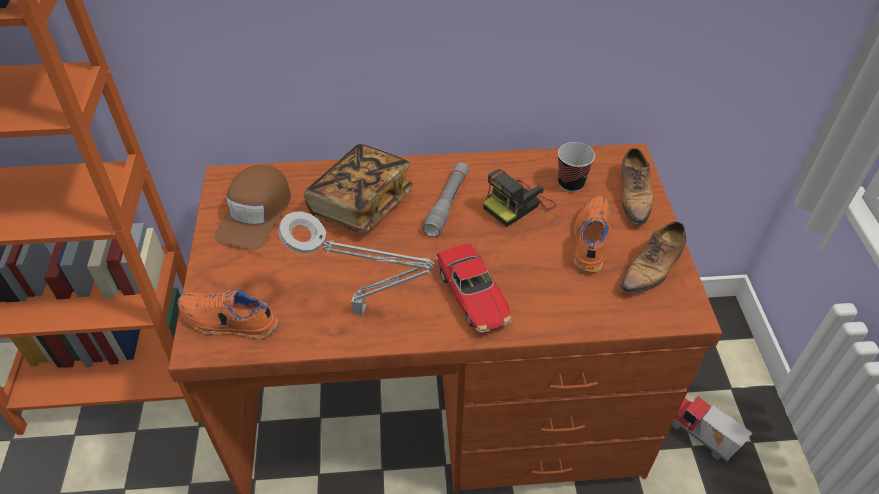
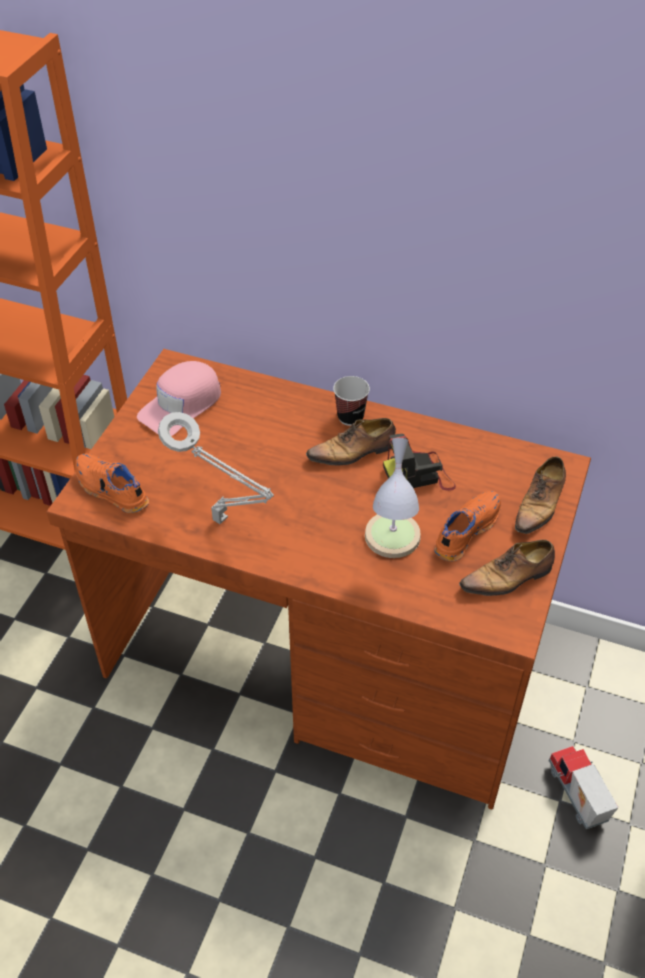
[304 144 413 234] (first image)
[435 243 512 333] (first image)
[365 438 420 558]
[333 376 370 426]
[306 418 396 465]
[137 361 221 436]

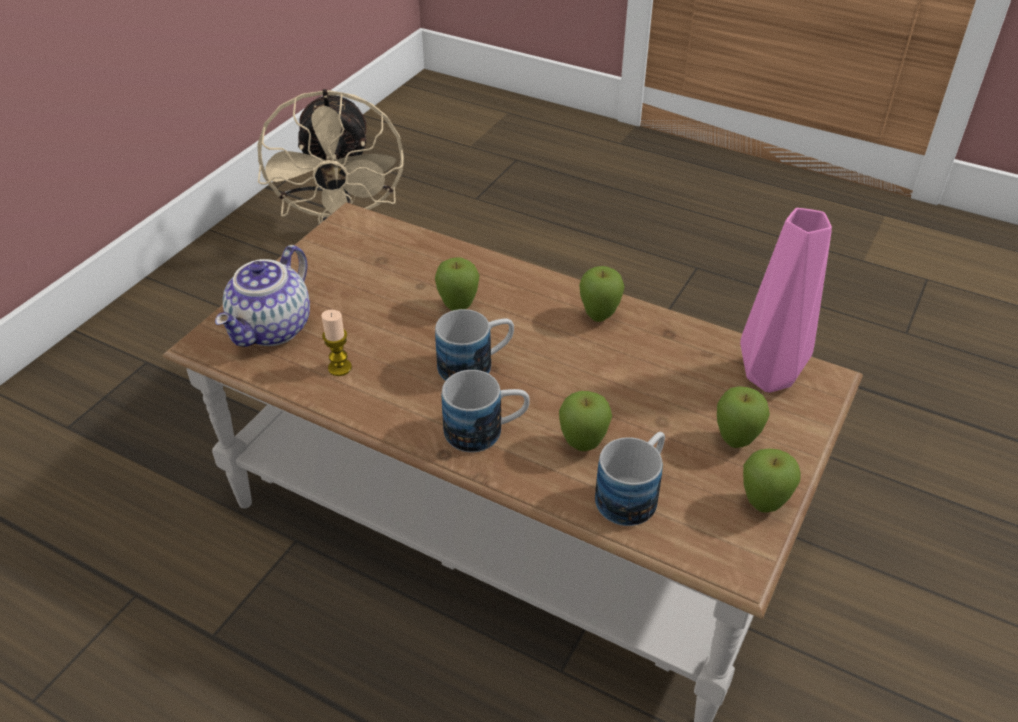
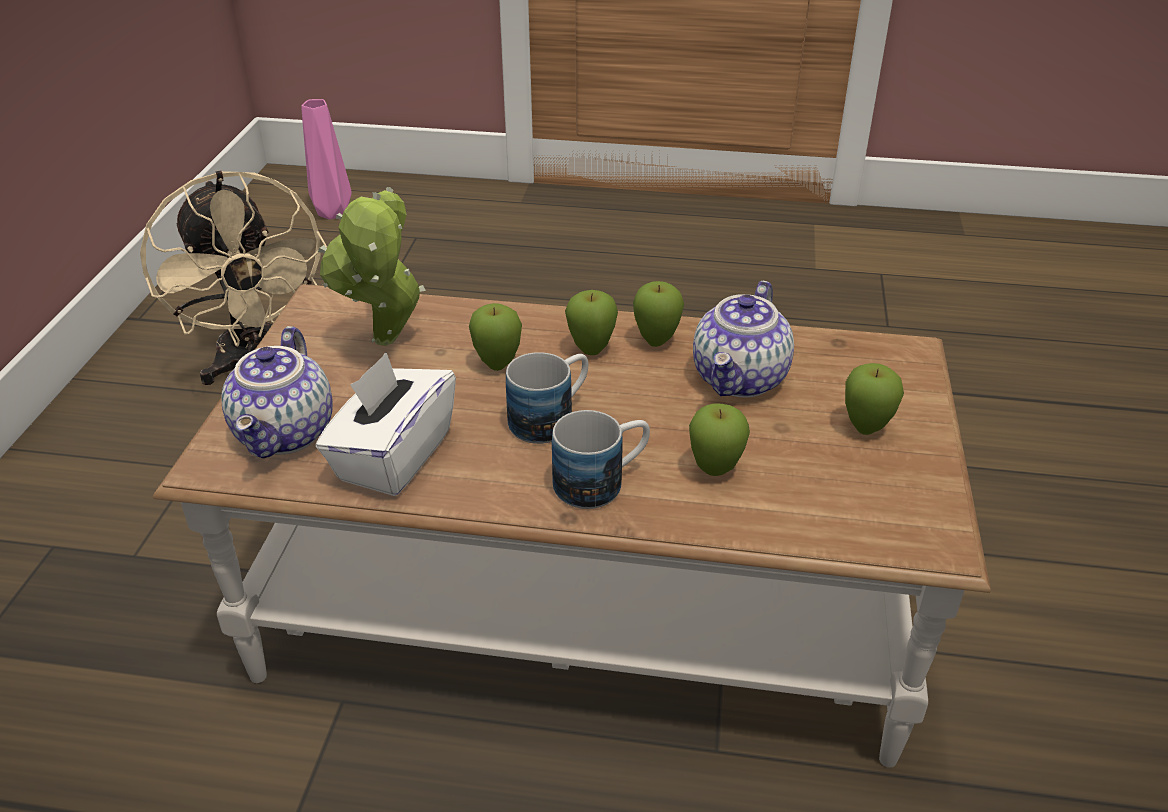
[595 432 665 526] (first image)
[318 187 426 346]
[693 281 794 398]
[301 99 352 219]
[565 290 618 355]
[316 352 456 496]

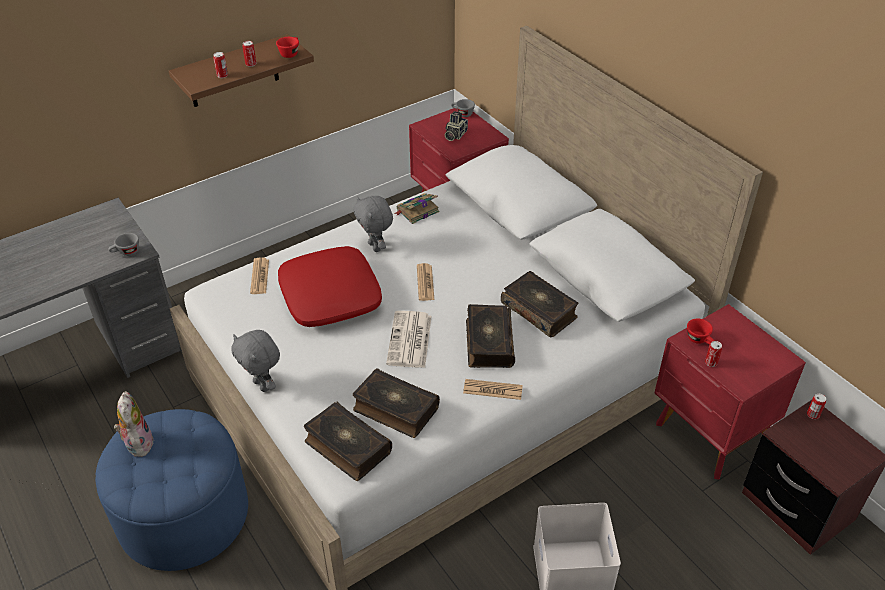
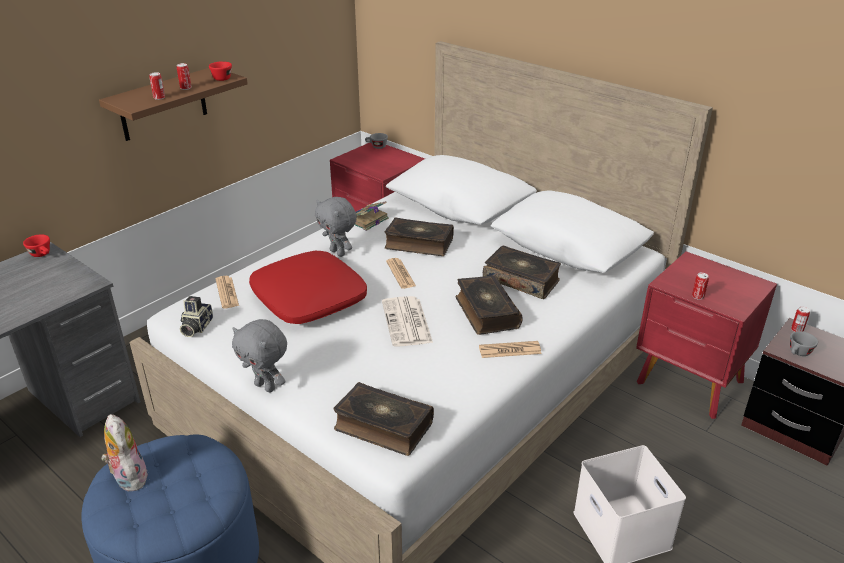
[790 331 818 356]
[384 217 454 256]
[180 296 213 337]
[23 234 50 257]

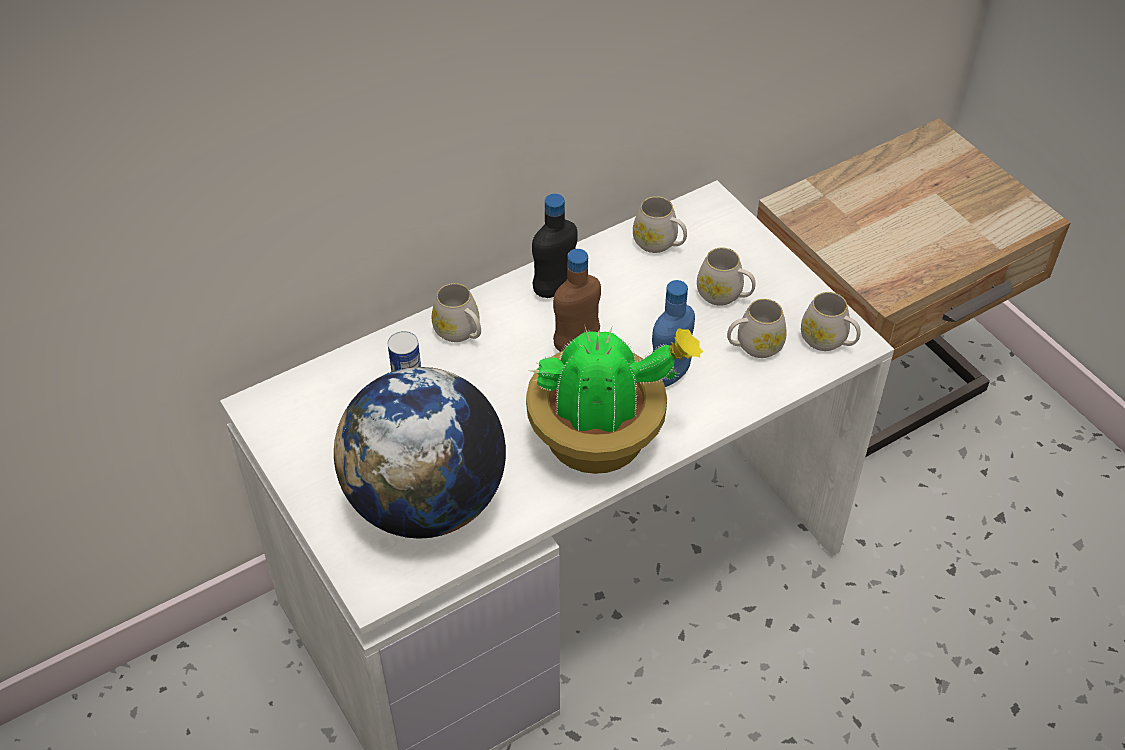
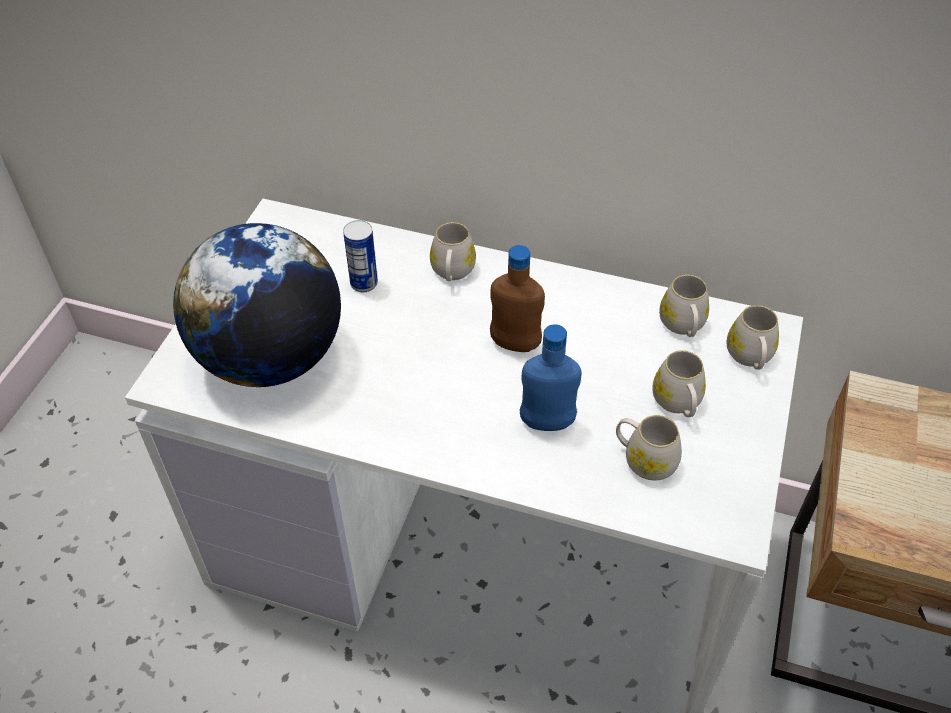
[526 324 703 474] (first image)
[532 194 578 298] (first image)
[727 305 779 370]

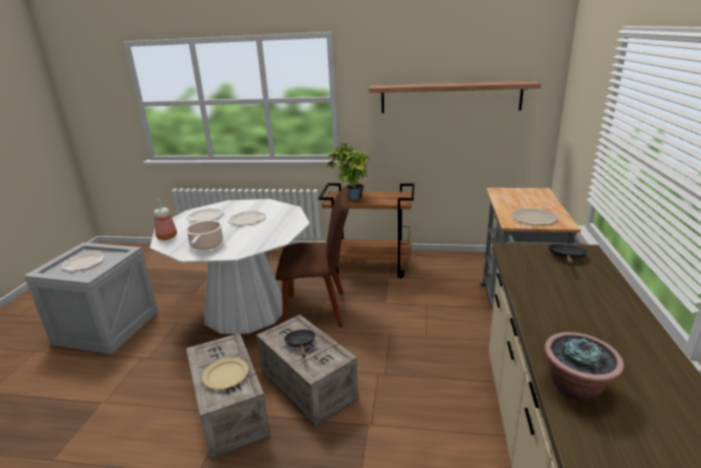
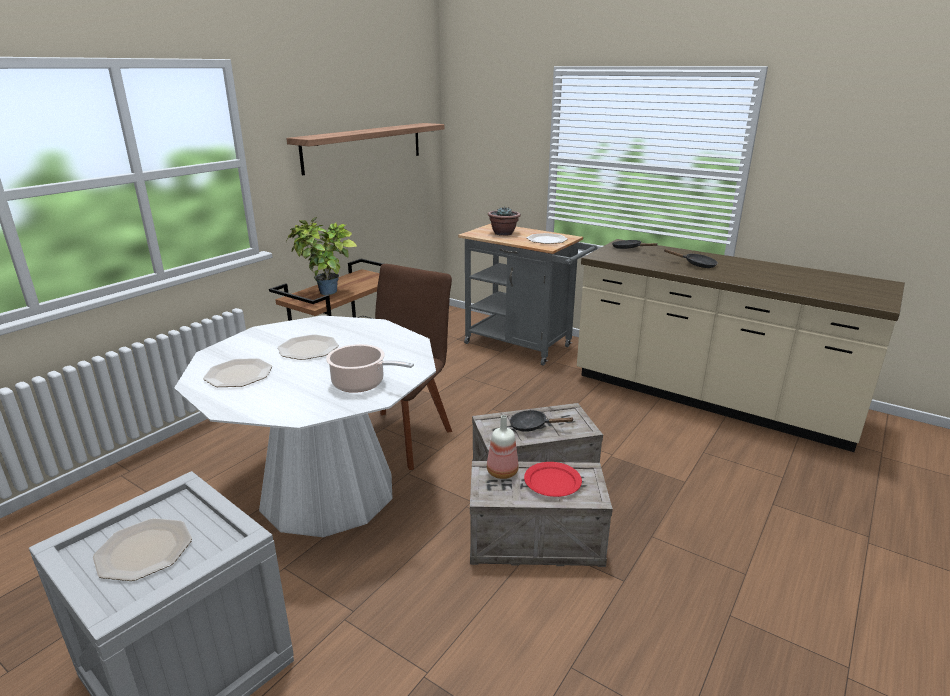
[663 249 718 268]
[487 415 518 479]
[488 207 521 236]
[524 462 582 497]

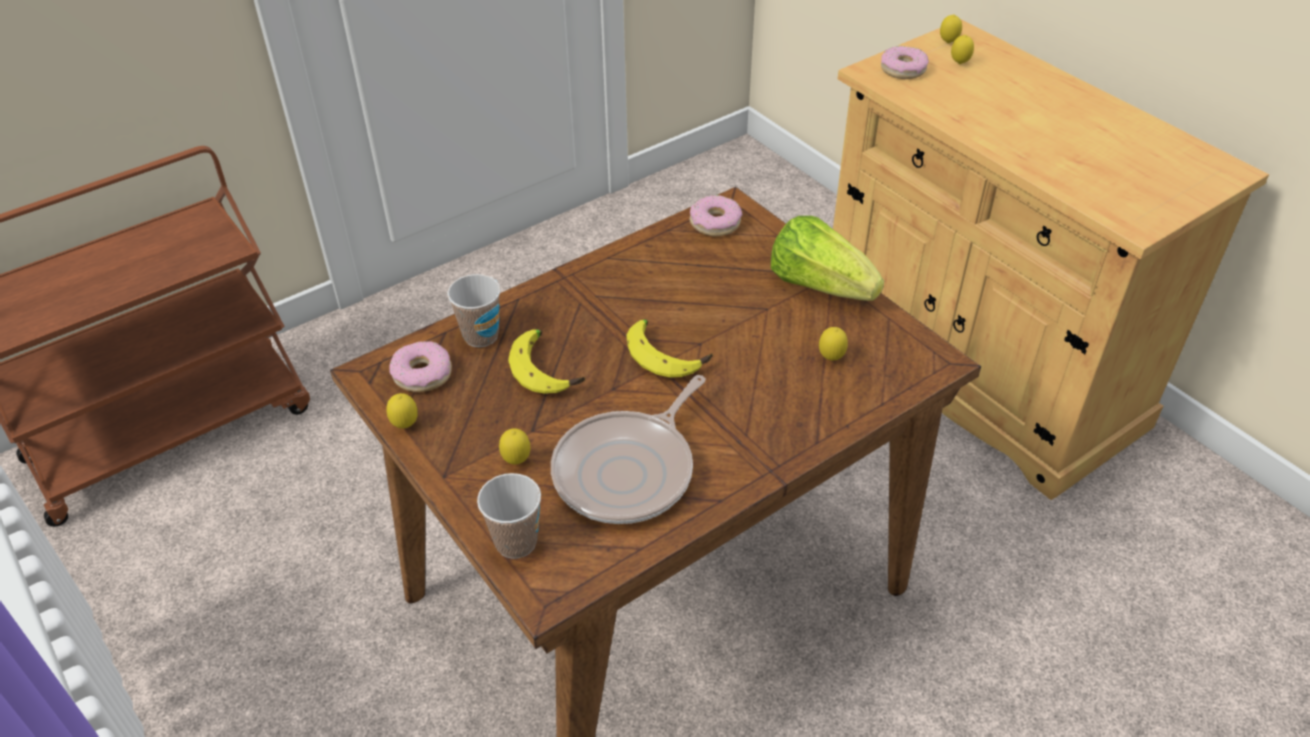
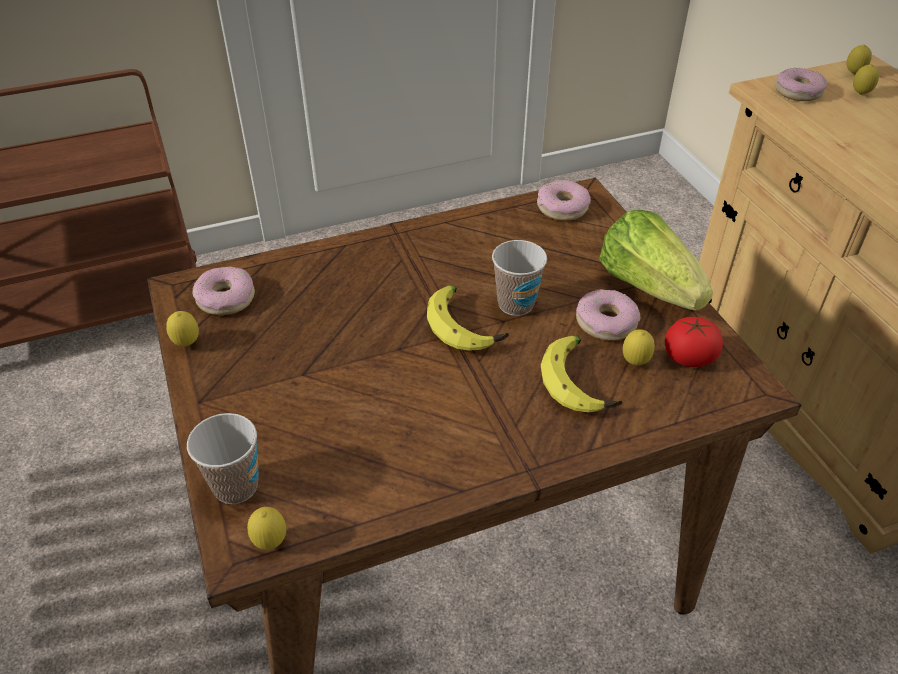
[551 375 705 524] (first image)
[576 289 641 341]
[665 317 723 367]
[492 240 547 316]
[247 507 286 550]
[541 336 623 413]

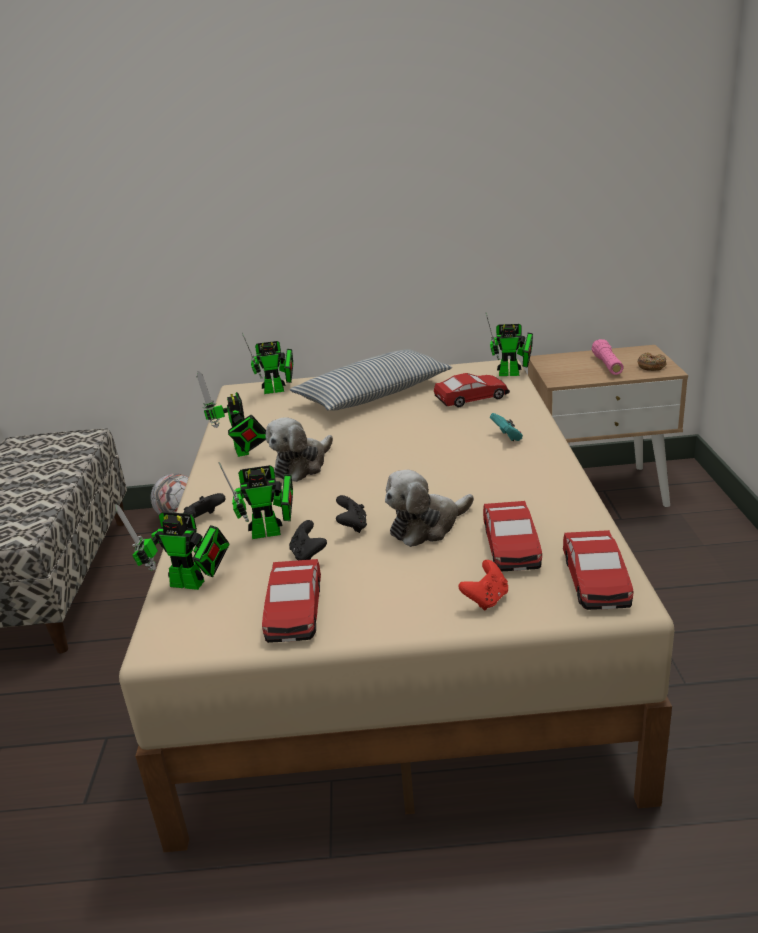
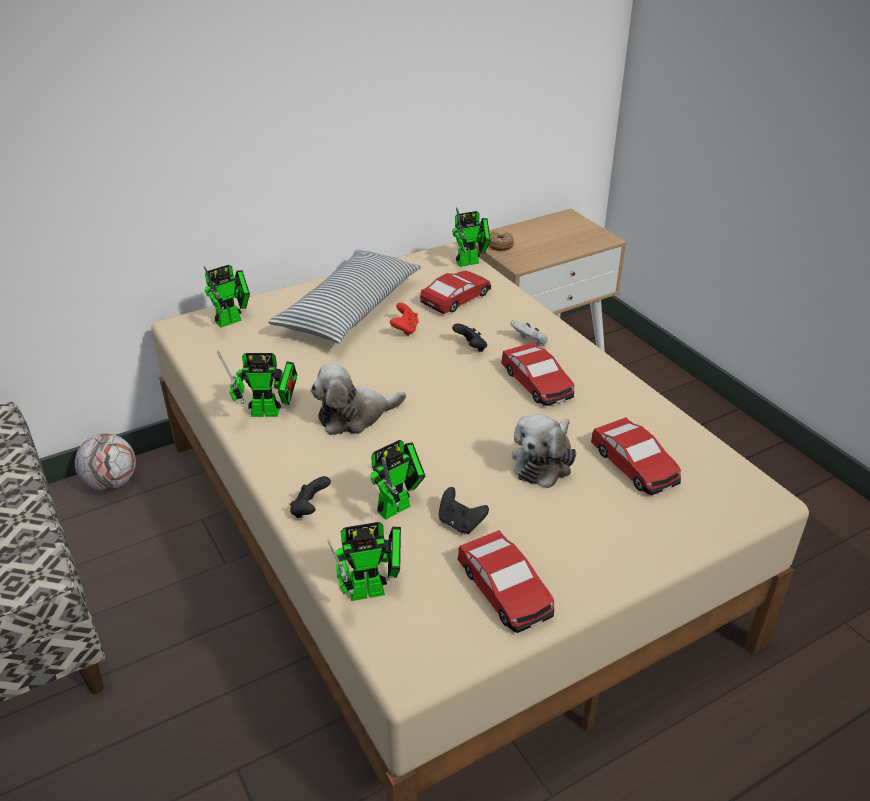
[592 339 624 375] (first image)
[452 323 487 352]
[390 302 418 336]
[501 342 574 406]
[489 231 514 251]
[510 320 548 345]
[217 351 297 417]
[310 363 406 435]

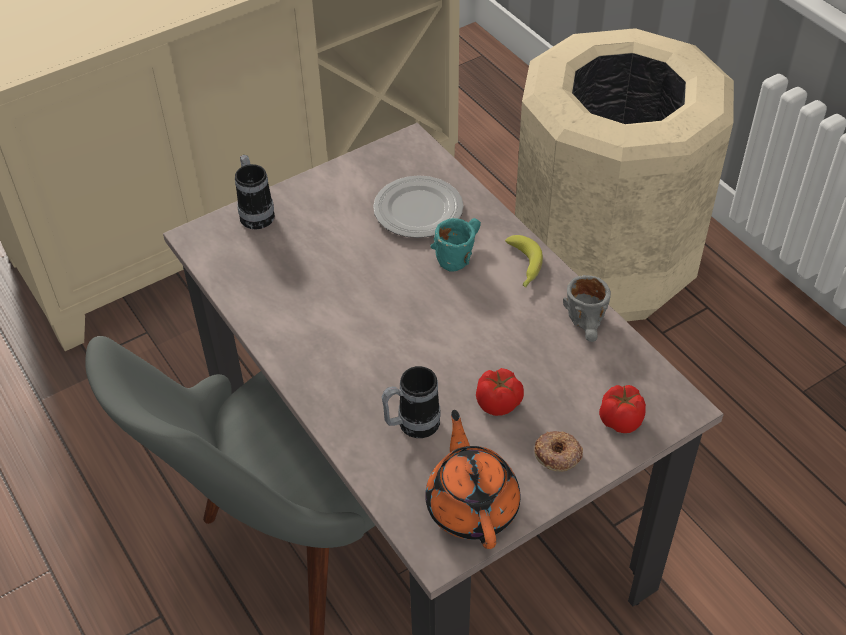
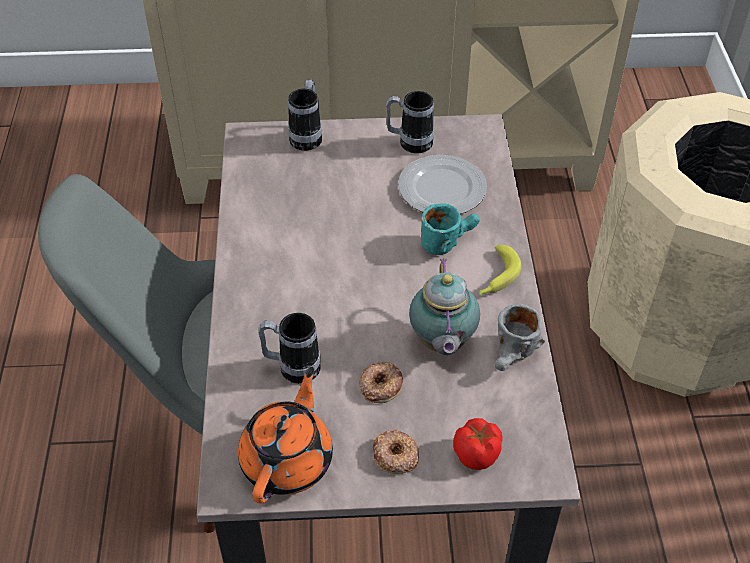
[386 91 434 153]
[409 258 480 355]
[359 362 403 403]

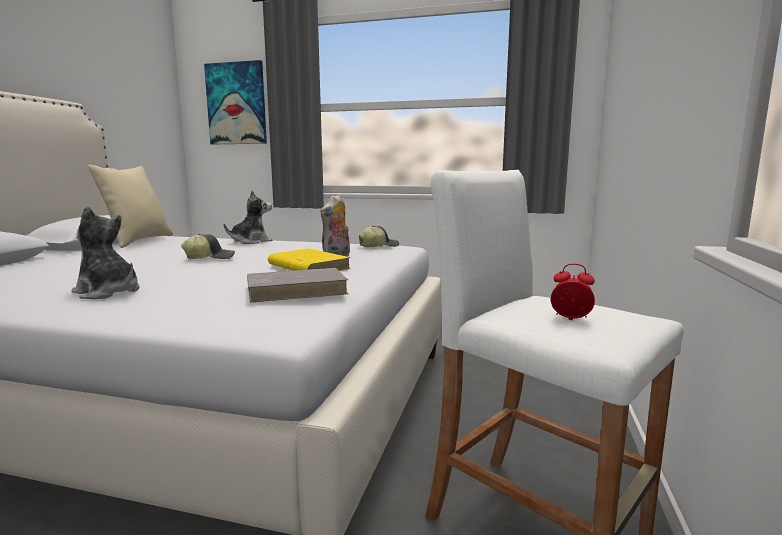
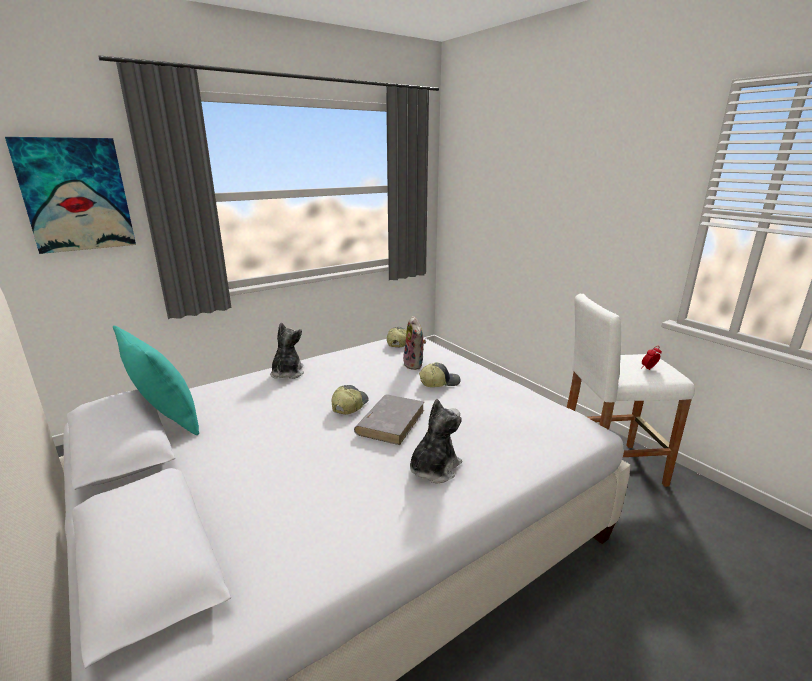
[354 394 424 445]
[419 362 460 387]
[113 326 199 435]
[410 399 462 483]

